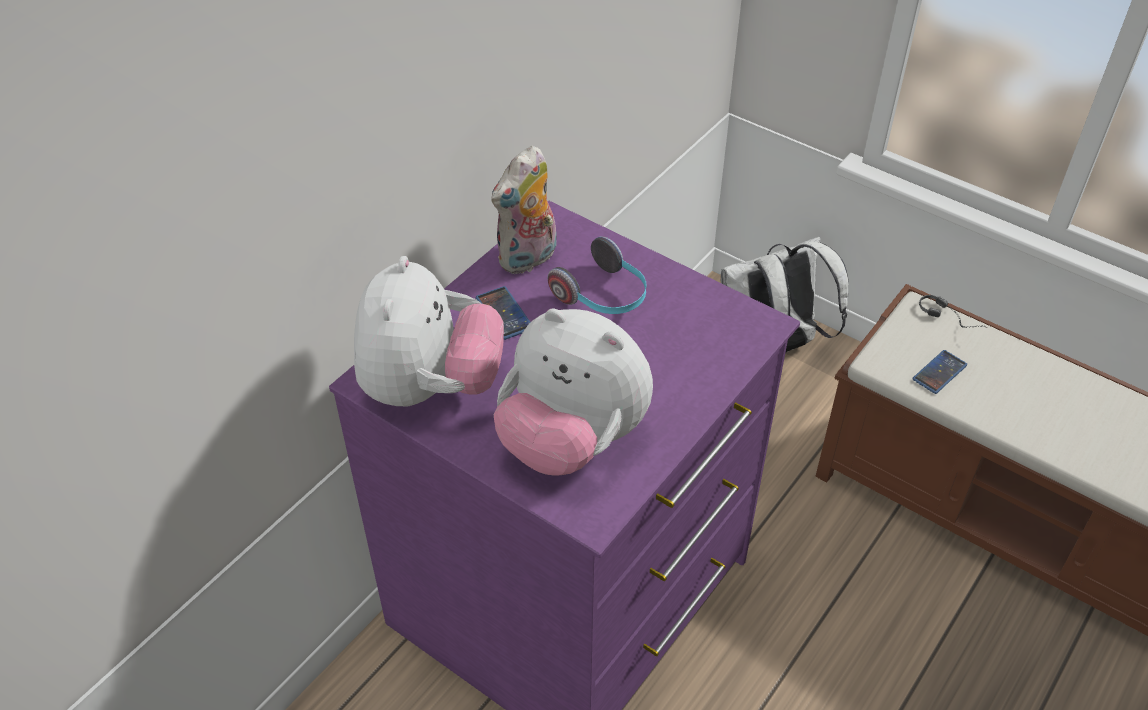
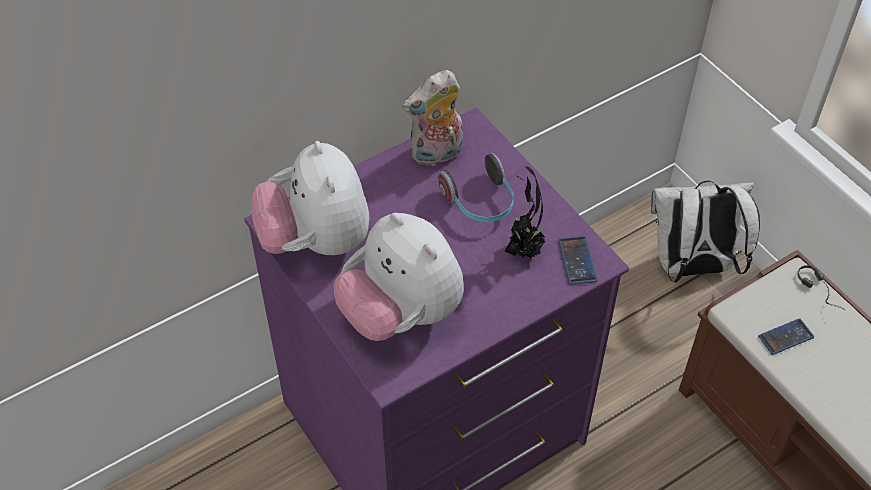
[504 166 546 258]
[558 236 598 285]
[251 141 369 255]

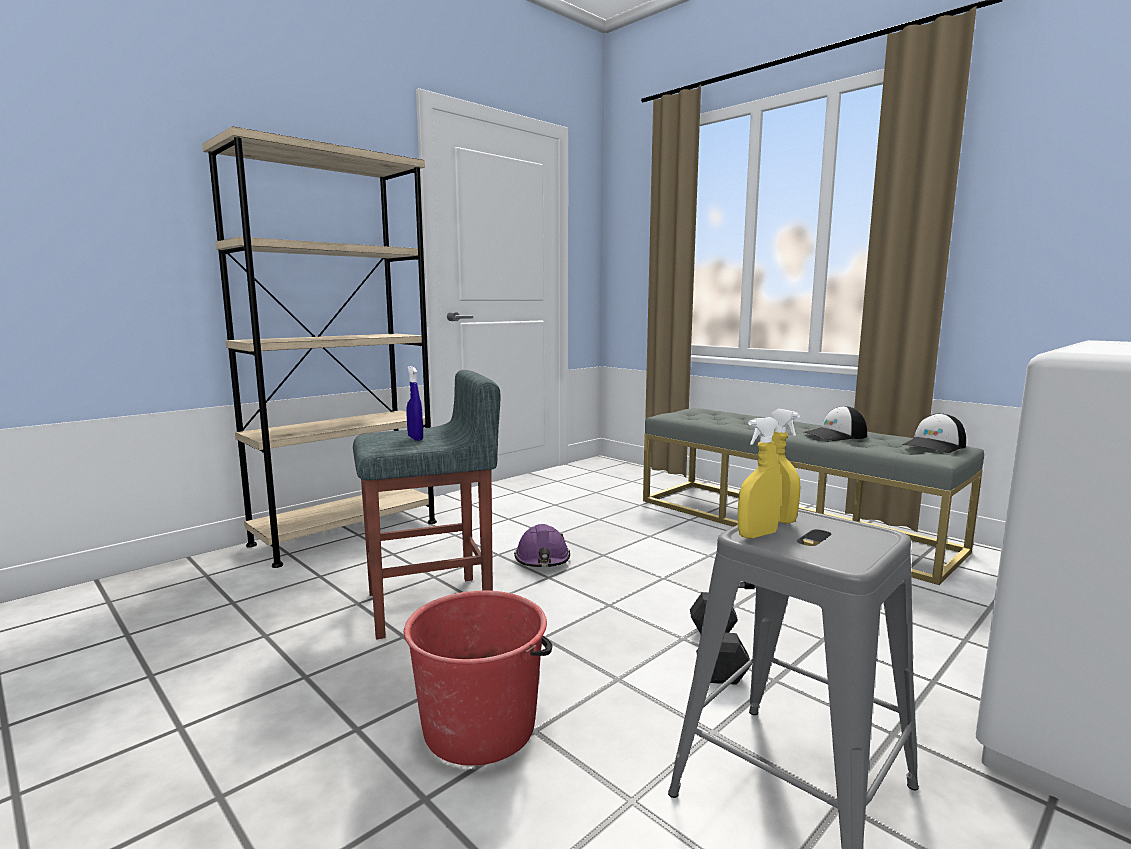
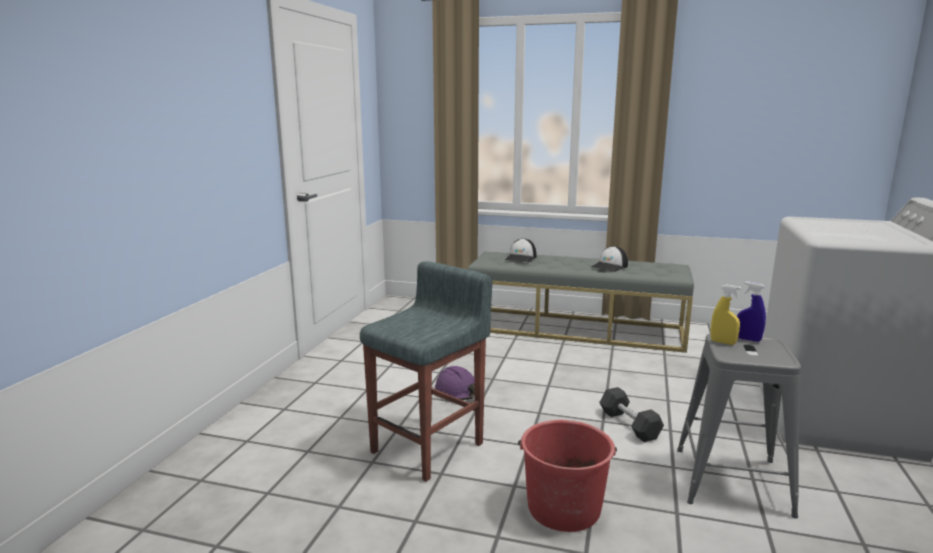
[202 126 437 568] (first image)
[738 417 782 539] (first image)
[737 282 766 342]
[505 238 536 262]

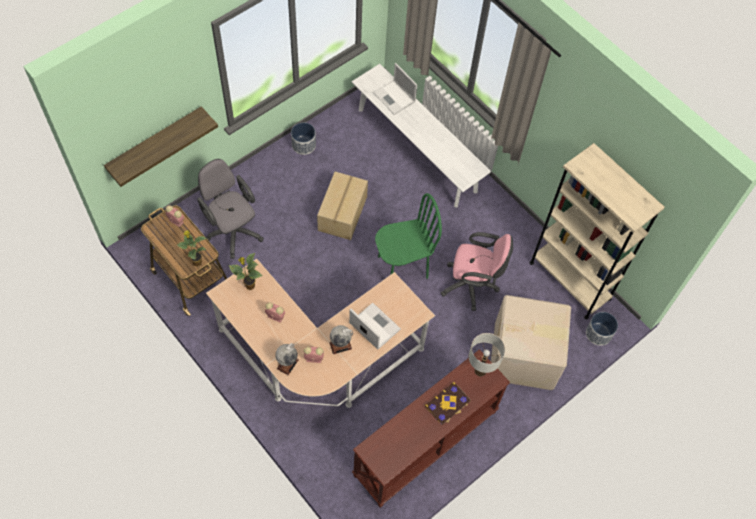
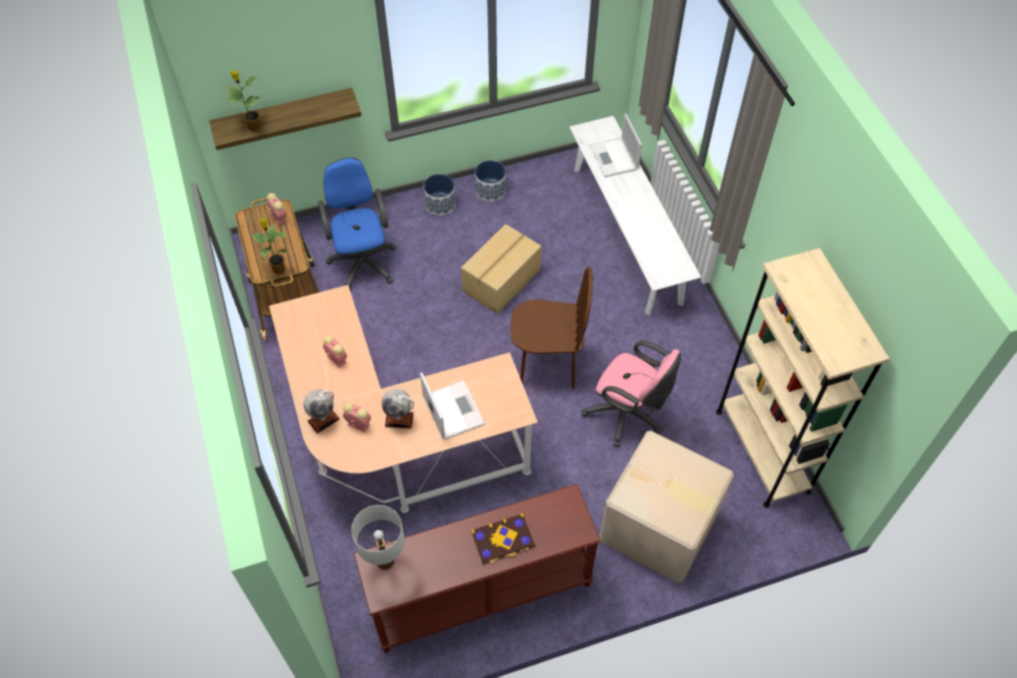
[226 70 262 132]
[352 505 405 570]
[423 174 456 215]
[318 157 396 291]
[510 267 593 389]

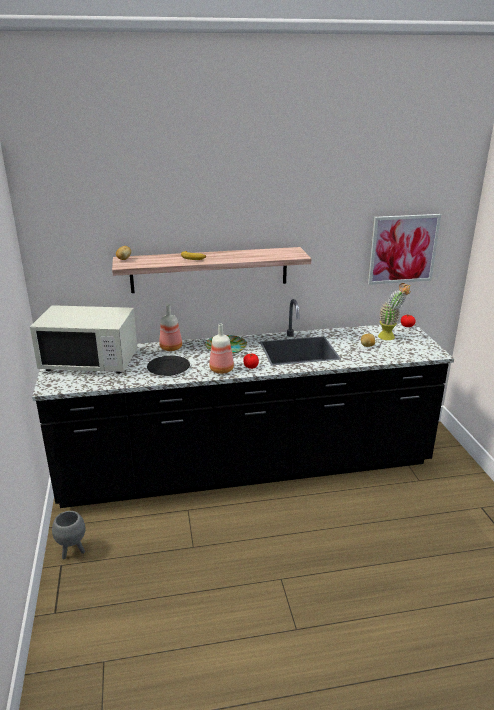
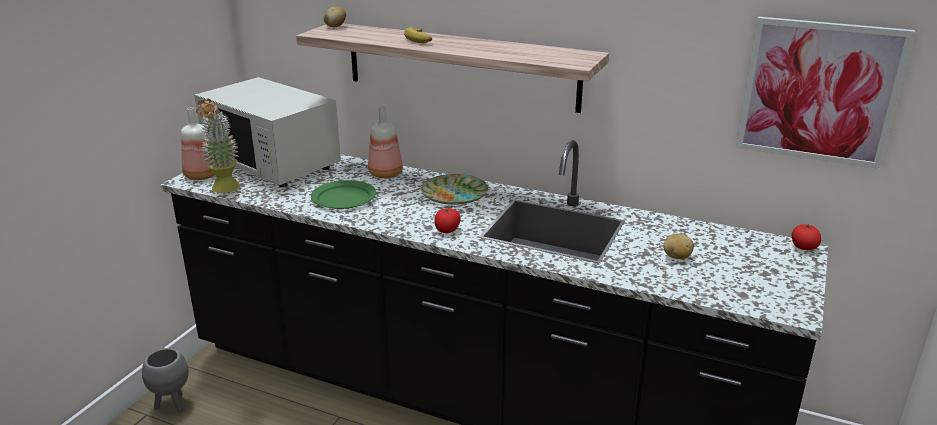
[181 107 215 180]
[196 99 240 193]
[311 180 376 209]

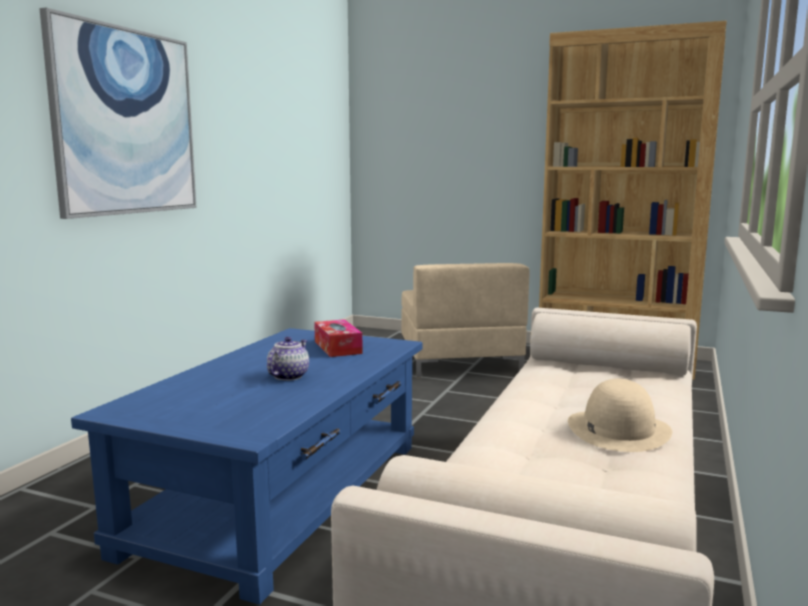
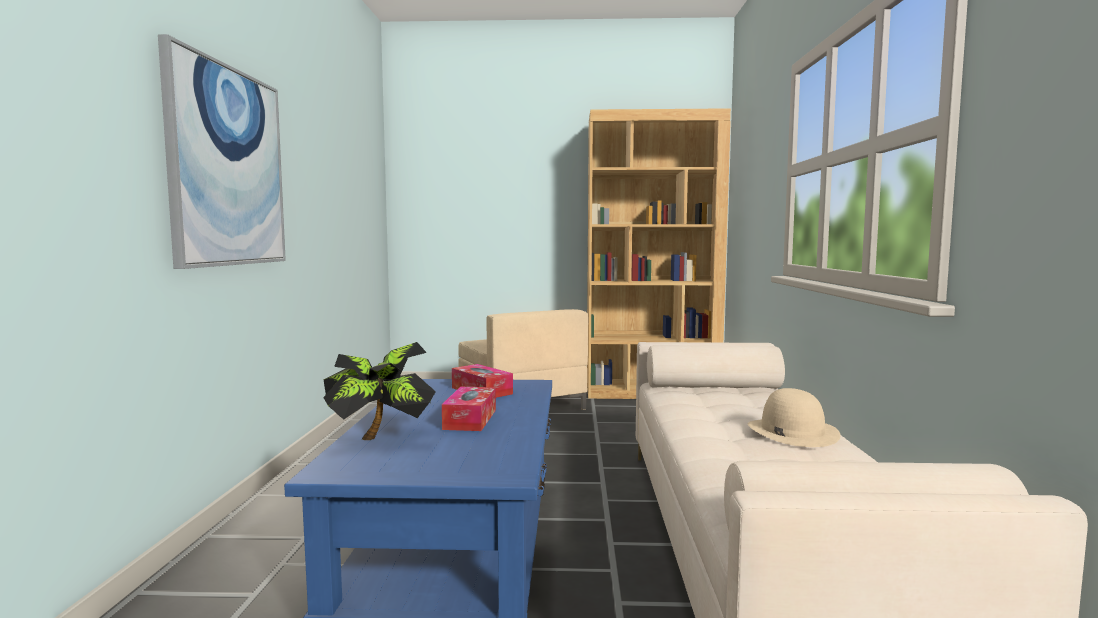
[323 342 436 440]
[442 387 496 431]

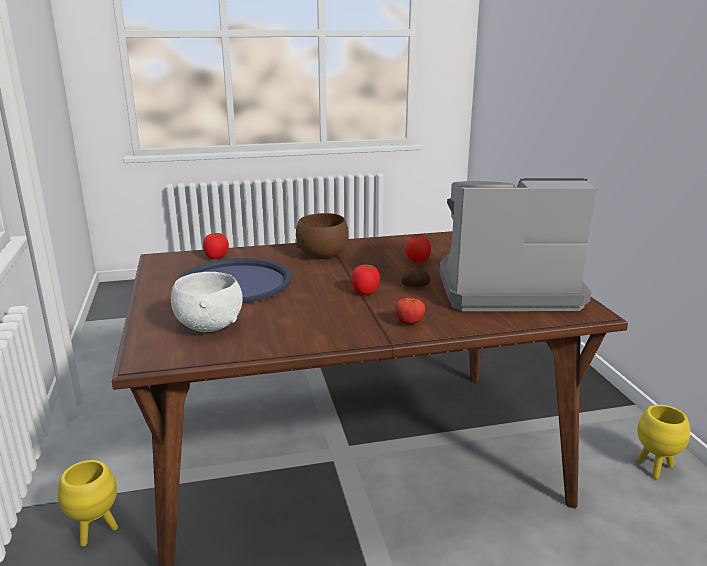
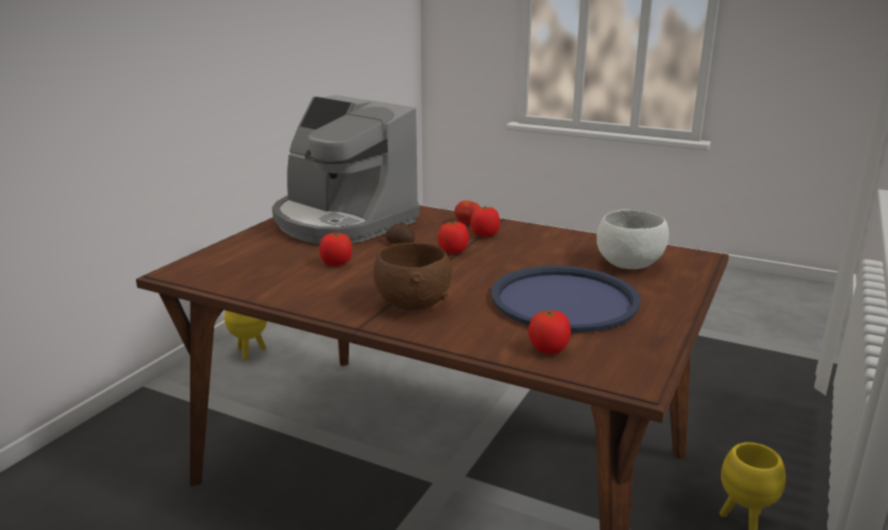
[471 206 500 237]

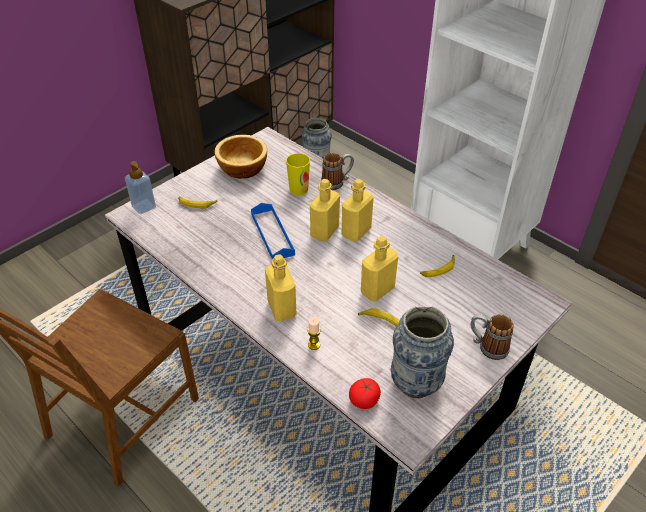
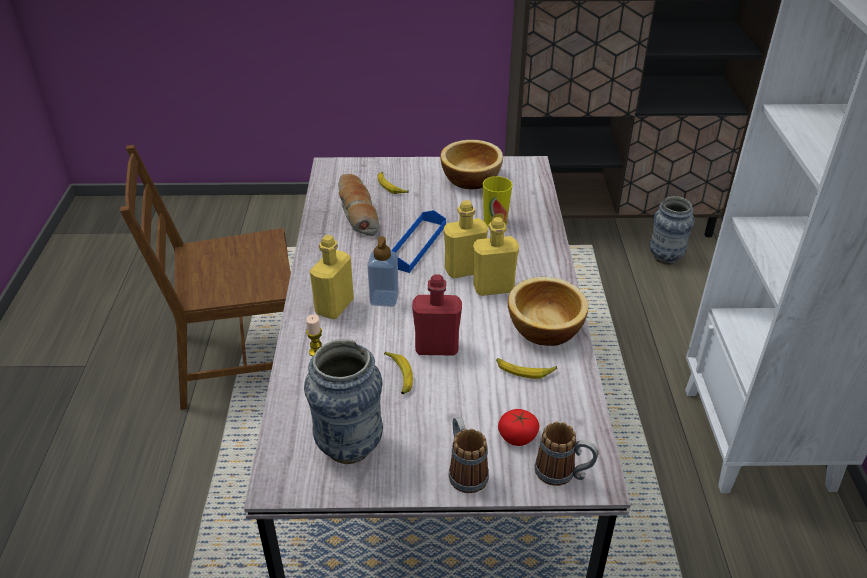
[338 174 379 236]
[508 277 588 346]
[367 236 399 307]
[535 422 598 486]
[498 409 539 446]
[412 274 462 355]

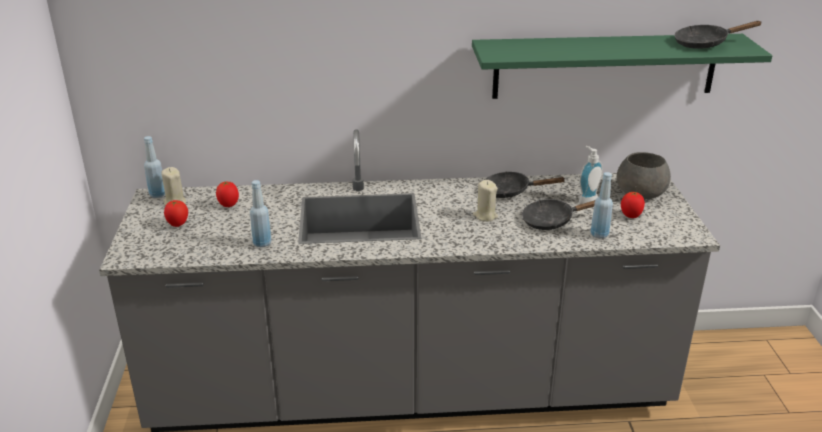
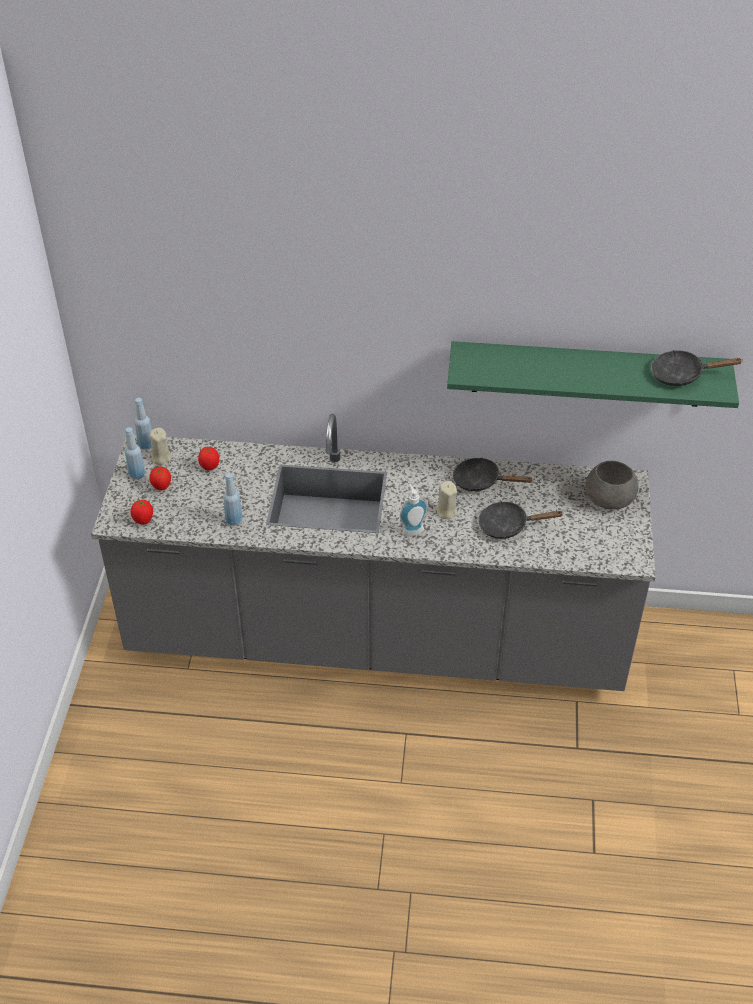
[400 484 428 536]
[125 427 145 480]
[130 500 153 525]

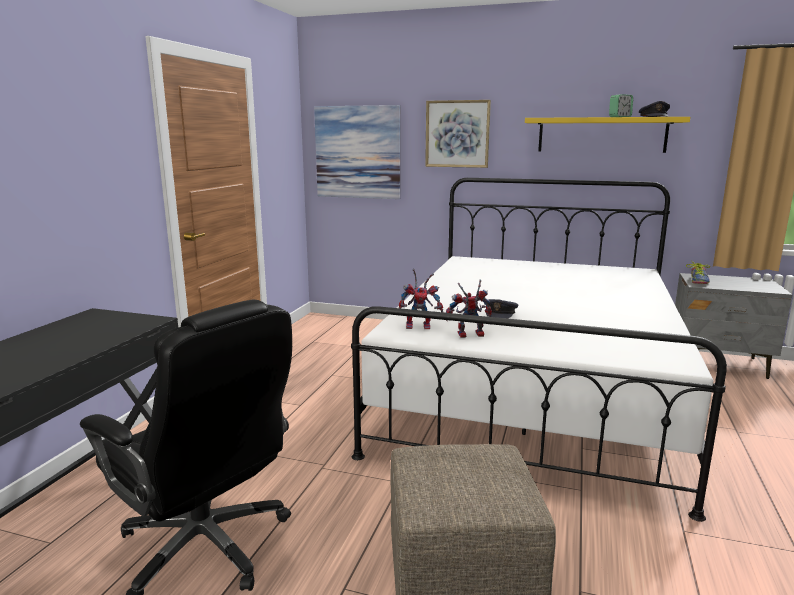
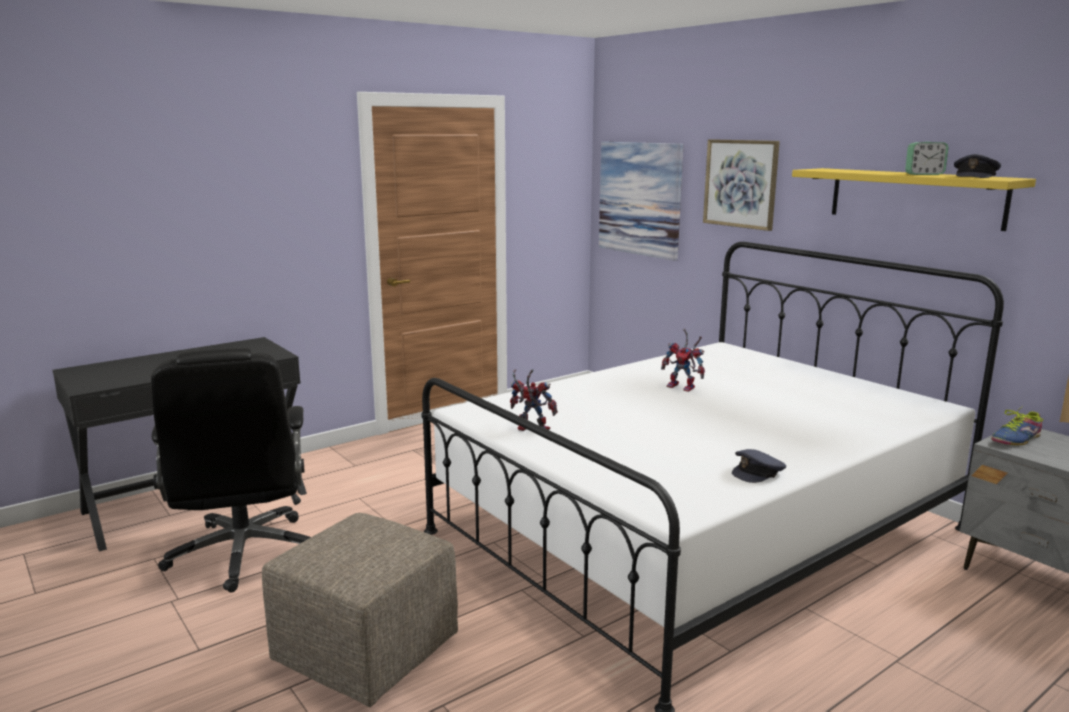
[661 329 705 392]
[732 449 786 483]

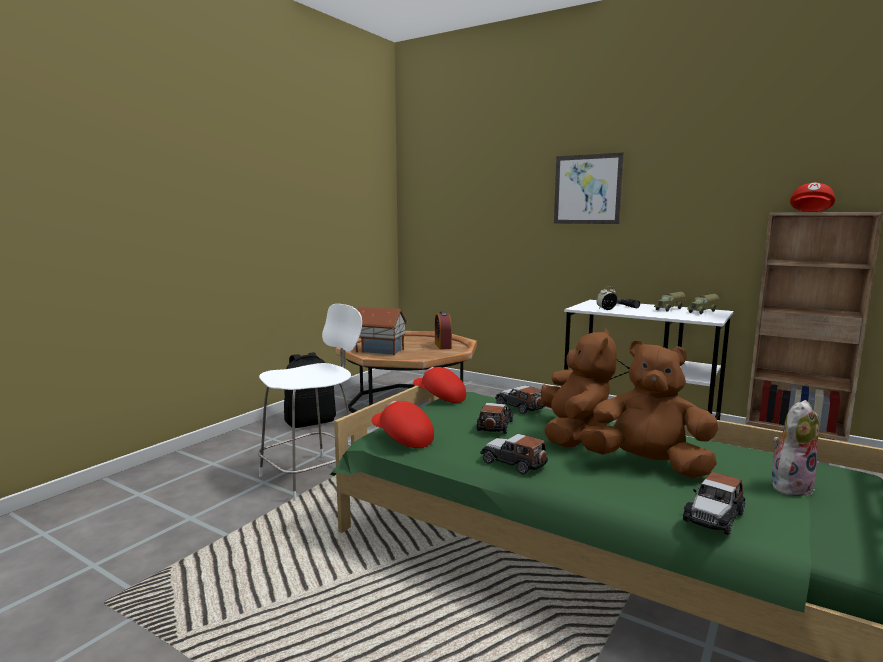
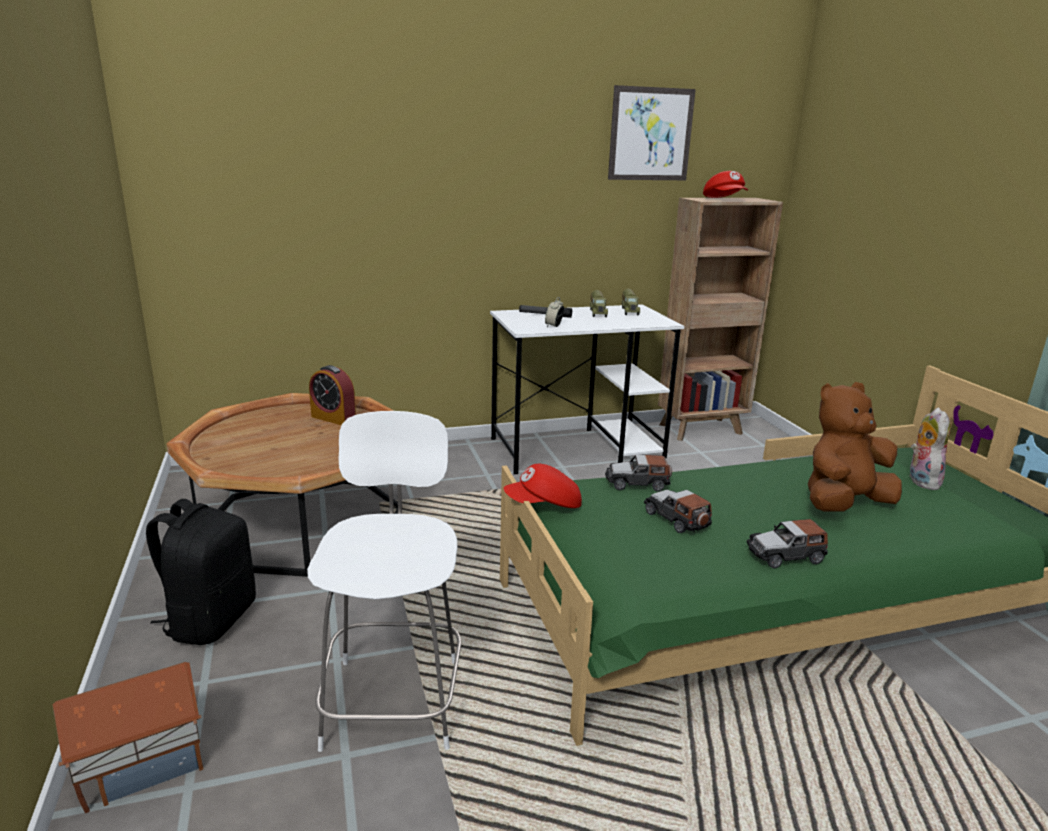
[372 401 434 448] (first image)
[541 329 617 447] (first image)
[683 472 745 535] (first image)
[52 662 203 813]
[608 85 696 180]

